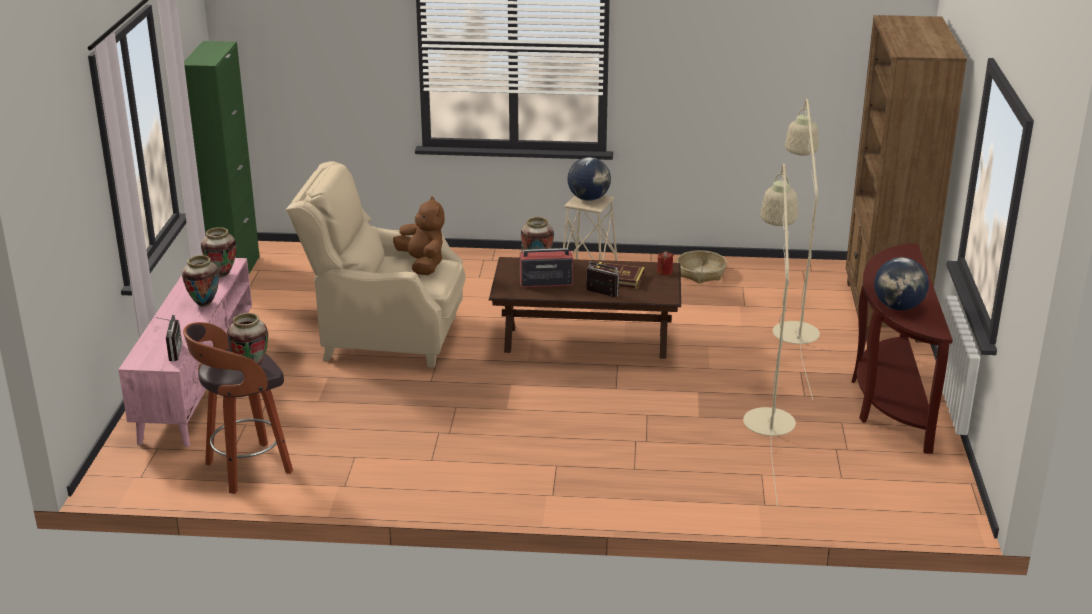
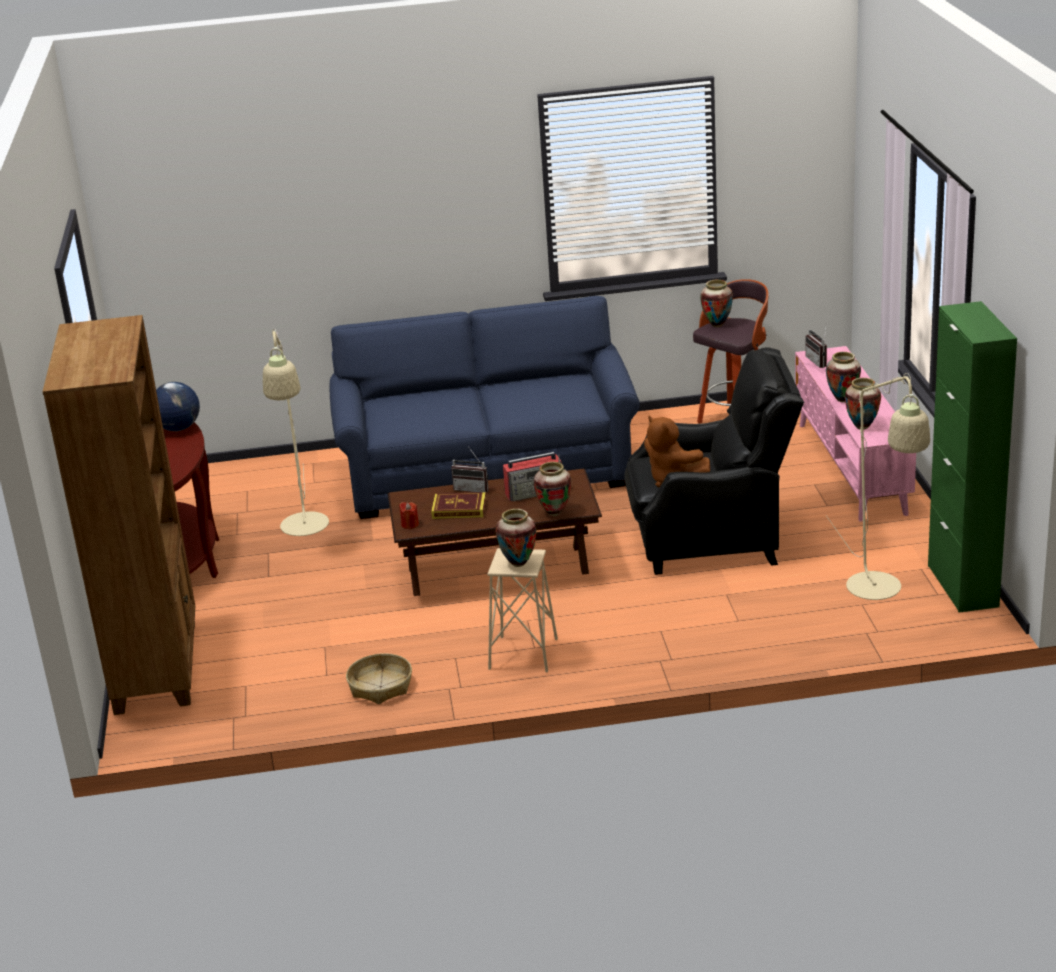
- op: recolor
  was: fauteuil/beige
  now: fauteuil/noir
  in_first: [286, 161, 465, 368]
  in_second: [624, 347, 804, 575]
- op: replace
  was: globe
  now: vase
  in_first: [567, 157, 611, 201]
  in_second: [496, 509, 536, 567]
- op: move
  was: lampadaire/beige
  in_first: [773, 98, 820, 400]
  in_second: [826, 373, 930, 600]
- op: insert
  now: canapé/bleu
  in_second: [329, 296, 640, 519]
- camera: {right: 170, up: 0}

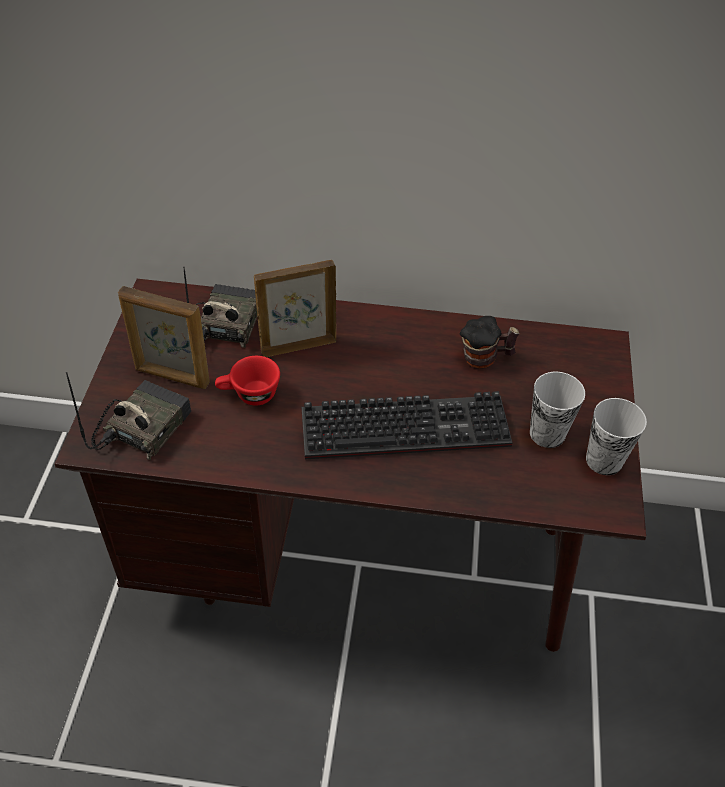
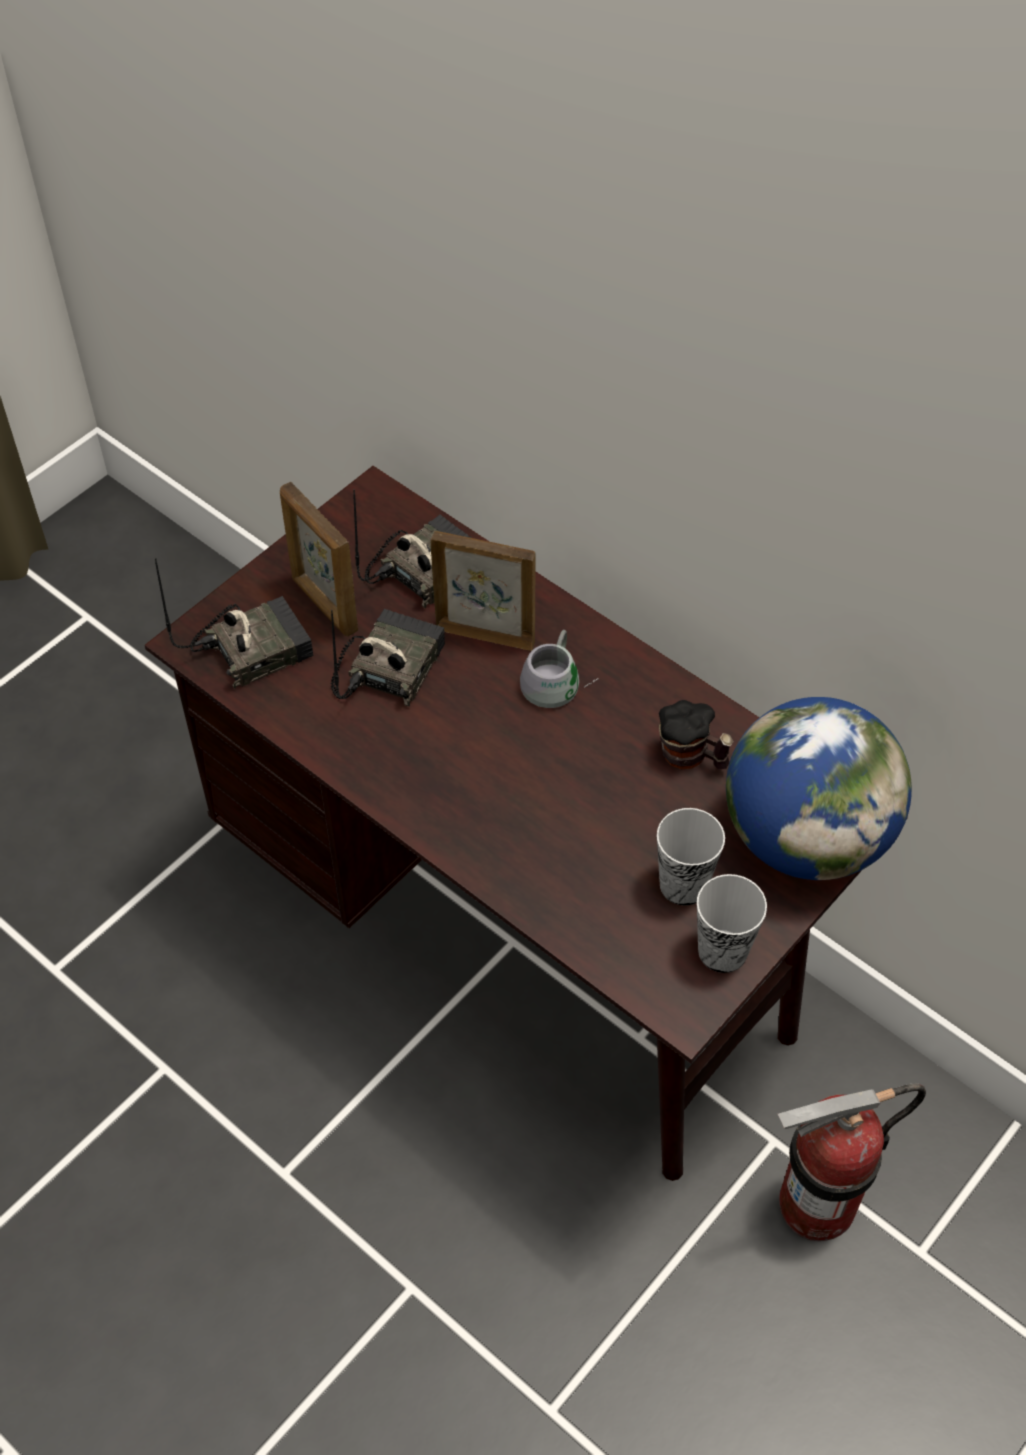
- op: replace
  was: tasse/rouge
  now: radio
  in_first: [215, 356, 280, 406]
  in_second: [331, 609, 445, 707]
- op: delete
  was: clavier
  in_first: [302, 391, 512, 460]
- op: insert
  now: mug/gris
  in_second: [520, 630, 598, 708]
- op: insert
  now: globe
  in_second: [726, 697, 912, 880]
- op: insert
  now: extincteur
  in_second: [778, 1083, 926, 1241]
- camera: {right: 35, up: 5}

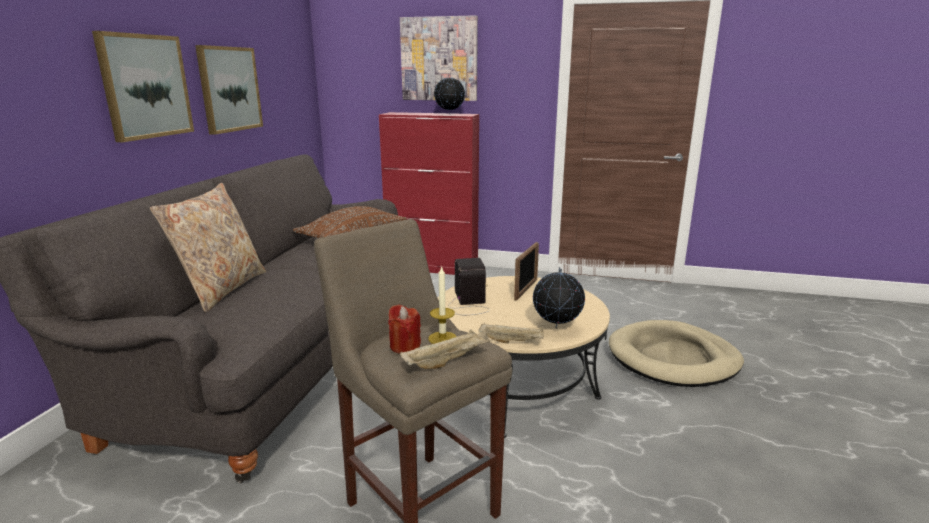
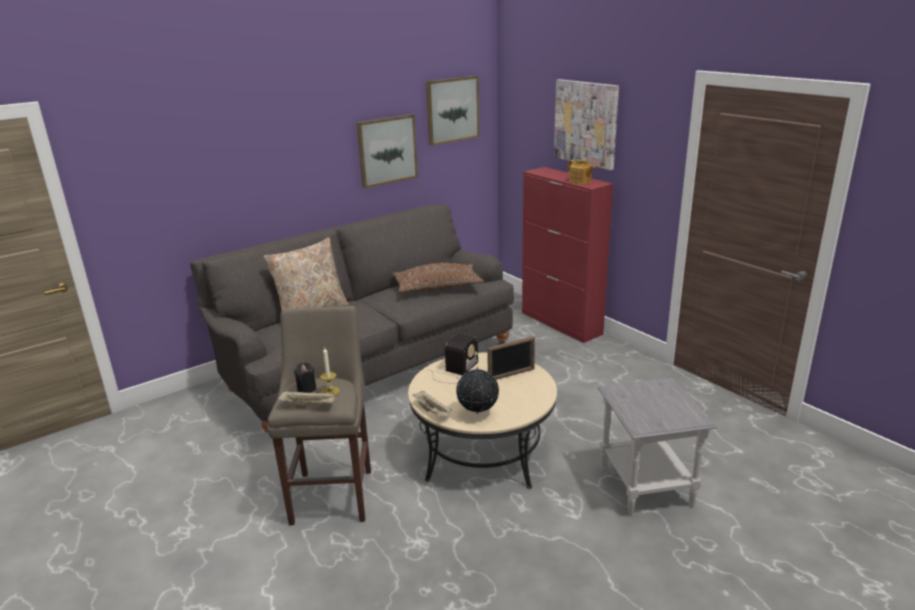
- op: move
  was: tableau
  in_first: [92, 31, 194, 142]
  in_second: [426, 75, 480, 146]
- op: recolor
  was: bougie/rouge
  now: bougie/noir
  in_first: [388, 304, 421, 354]
  in_second: [294, 362, 316, 393]
- op: replace
  was: globe
  now: théière
  in_first: [434, 73, 465, 115]
  in_second: [568, 160, 595, 184]
- op: replace
  was: panier pour chien/beige
  now: table d'appoint/gris
  in_first: [609, 320, 744, 387]
  in_second: [598, 378, 717, 516]
- camera: {right: 40, up: 5}

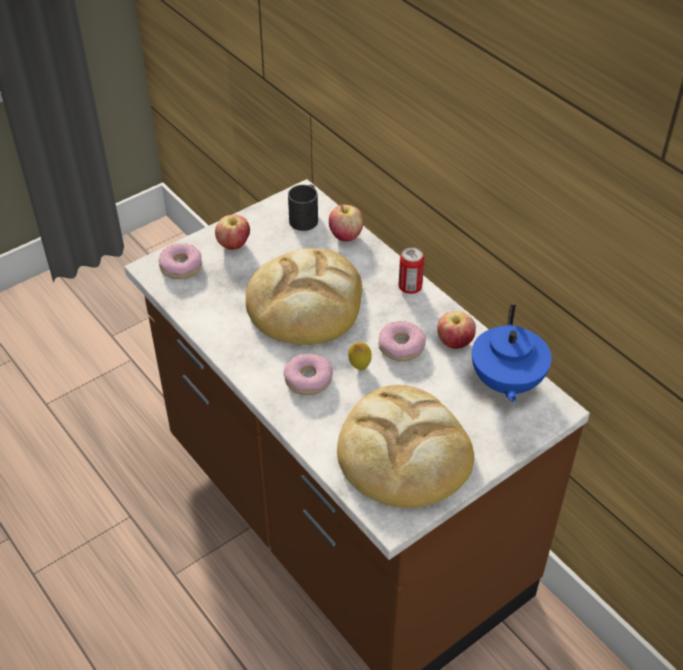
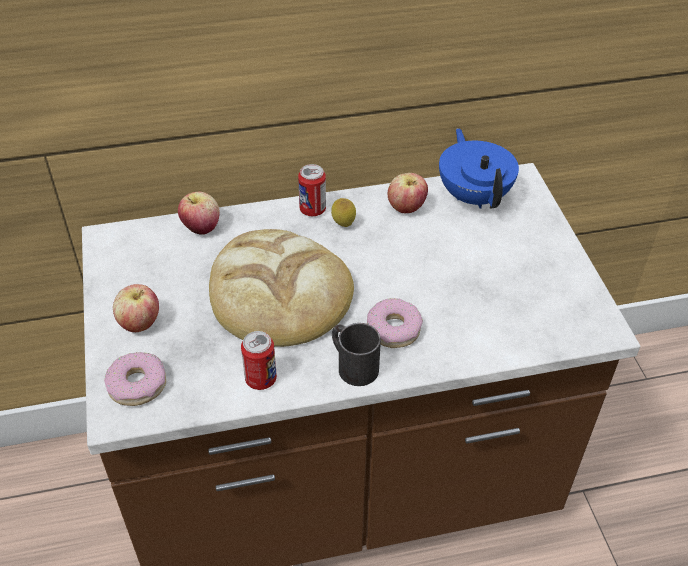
- op: move
  was: mug/noir
  in_first: [288, 184, 318, 231]
  in_second: [332, 323, 381, 386]
- op: delete
  was: pain
  in_first: [337, 385, 474, 508]
- op: move
  was: citron
  in_first: [348, 342, 372, 370]
  in_second: [331, 198, 356, 227]
- op: delete
  was: beignet
  in_first: [378, 321, 426, 361]
- op: rotate
  was: théière/bleu
  in_first: [472, 304, 552, 402]
  in_second: [439, 128, 519, 209]
  clockwise: -135
- op: insert
  now: boîte métallique
  in_second: [241, 331, 277, 390]
- camera: {right: -65, up: 0}

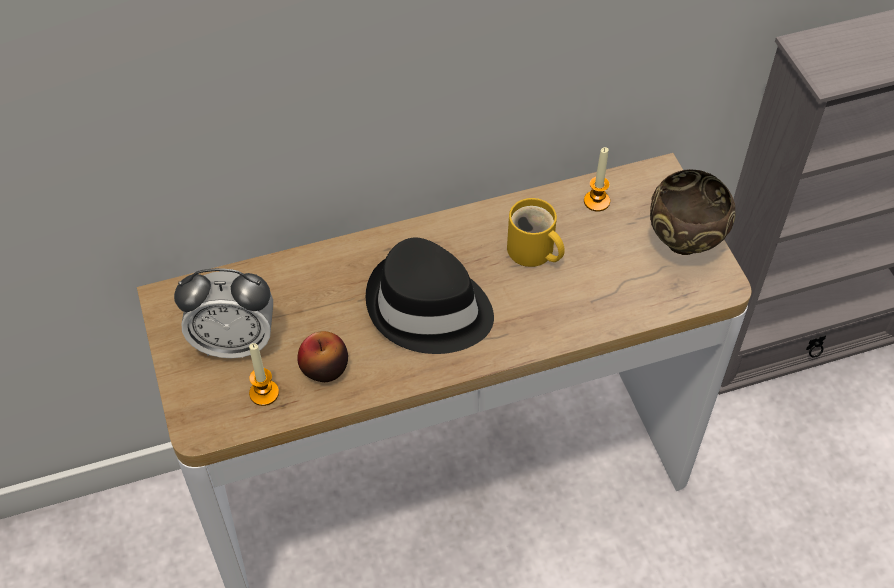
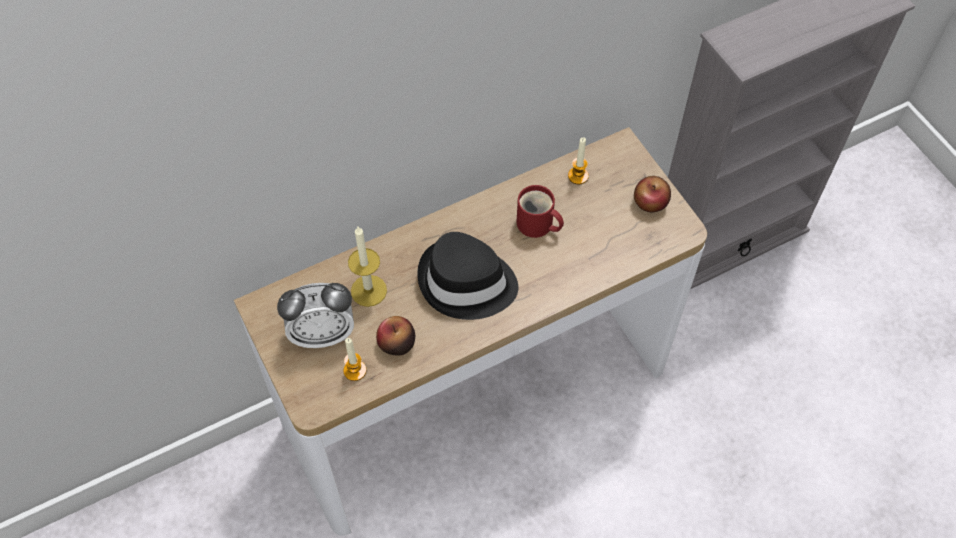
- op: recolor
  was: mug/jaune
  now: mug/rouge
  in_first: [507, 198, 565, 267]
  in_second: [517, 185, 564, 238]
- op: replace
  was: bol/marron
  now: pomme
  in_first: [650, 169, 736, 255]
  in_second: [634, 176, 671, 212]
- op: insert
  now: bougie
  in_second: [348, 227, 387, 307]
- camera: {right: -10, up: 5}

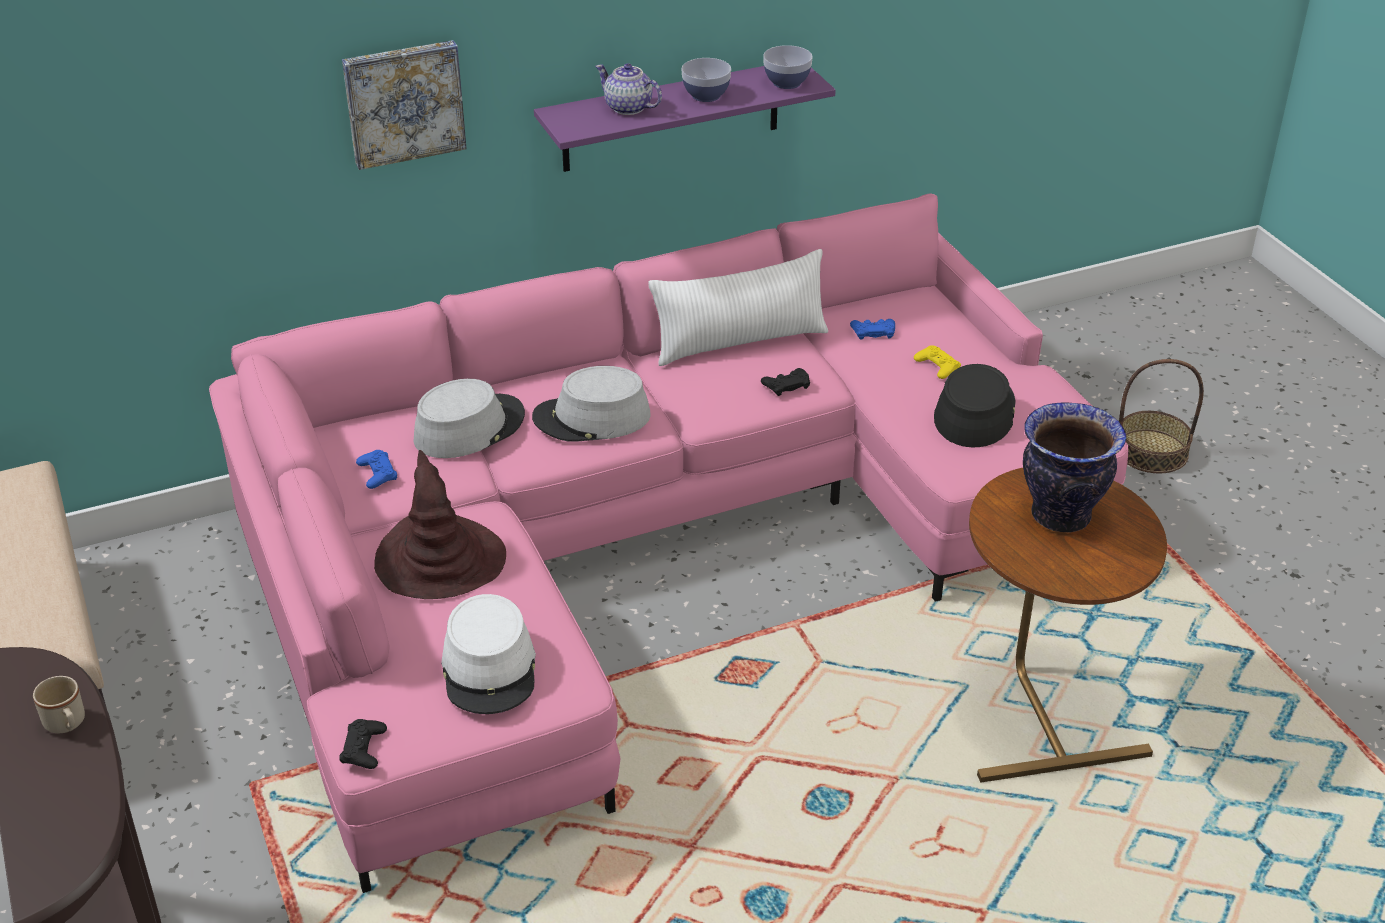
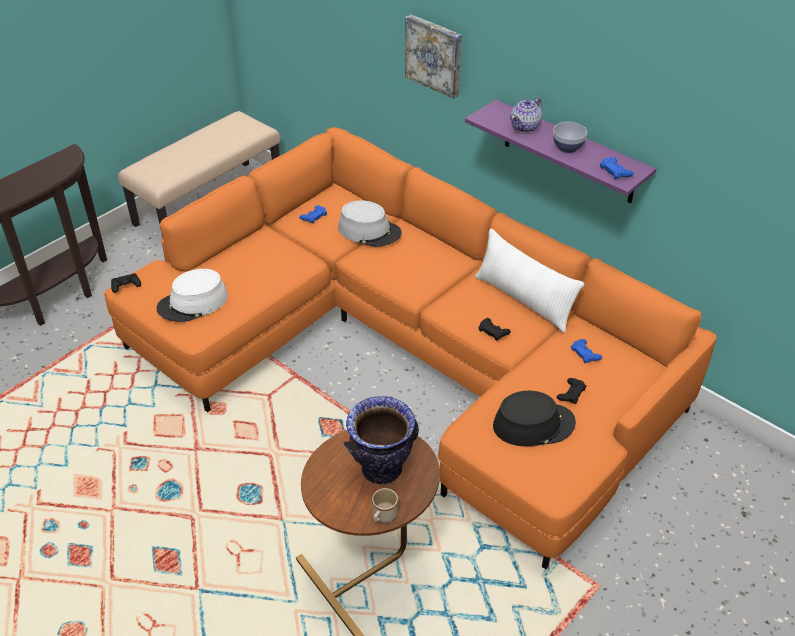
- op: move
  was: mug/beige
  in_first: [33, 676, 85, 733]
  in_second: [372, 488, 398, 523]
- op: recolor
  was: canapé/rose
  now: canapé/orange
  in_first: [209, 193, 1128, 893]
  in_second: [104, 127, 717, 569]
- op: delete
  was: chapeau/marron
  in_first: [374, 450, 506, 599]
- op: delete
  was: chapeau/gris
  in_first: [532, 366, 651, 441]
- op: rotate
  was: théière
  in_first: [595, 63, 662, 115]
  in_second: [510, 98, 542, 133]
  clockwise: -150
- op: replace
  was: bol
  now: manette/bleu
  in_first: [763, 45, 813, 89]
  in_second: [600, 157, 633, 179]
- op: recolor
  was: manette/jaune
  now: manette/noir
  in_first: [914, 345, 961, 379]
  in_second: [557, 378, 587, 404]
- op: delete
  was: panier
  in_first: [1119, 359, 1204, 474]
- camera: {right: 65, up: 5}

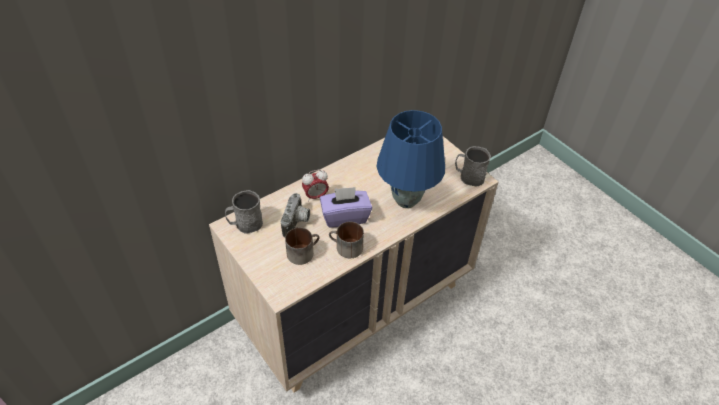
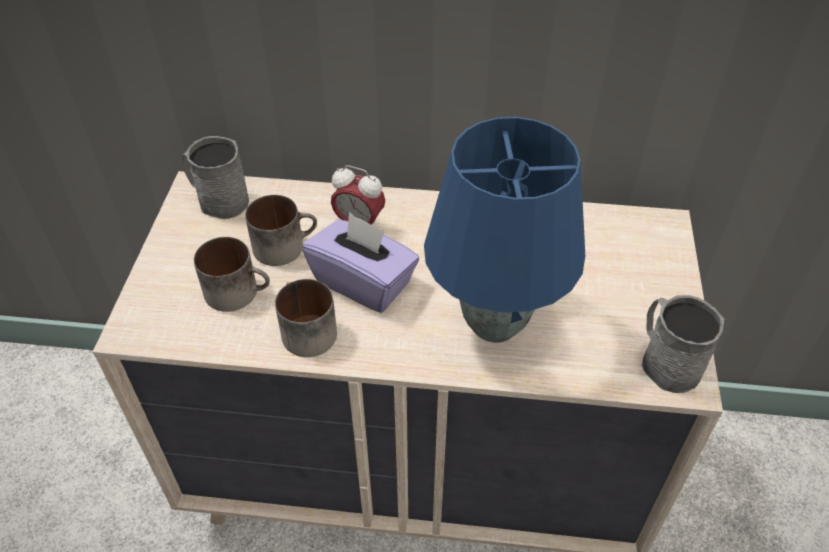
- op: replace
  was: appareil photo
  now: mug
  in_first: [281, 193, 310, 238]
  in_second: [245, 195, 317, 266]
- camera: {right: 45, up: 0}

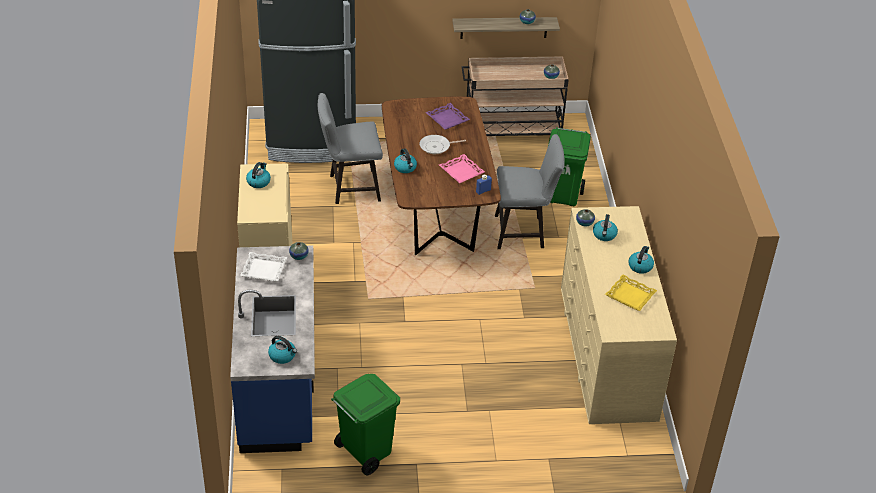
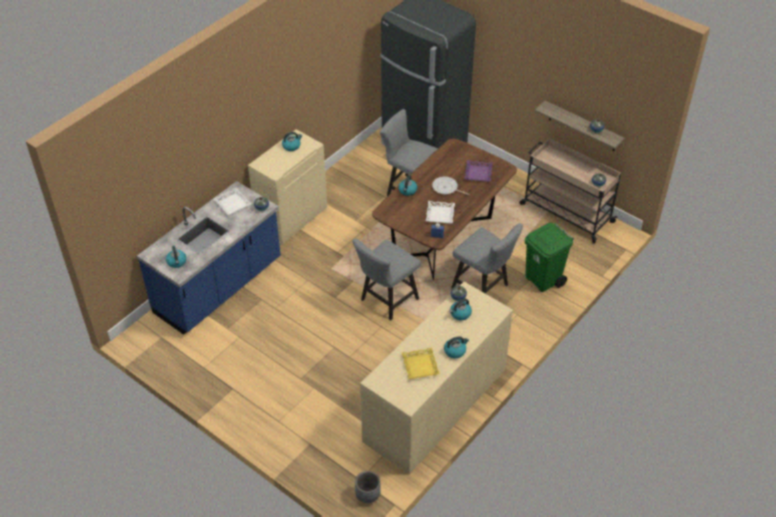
- op: delete
  was: poubelle/vert
  in_first: [332, 374, 400, 475]
- op: recolor
  was: plateau/rose
  now: plateau/blanc
  in_first: [439, 154, 485, 183]
  in_second: [426, 201, 455, 223]
- op: insert
  now: chaise/gris
  in_second: [352, 239, 421, 320]
- op: insert
  now: cache-pot/gris
  in_second: [355, 471, 381, 503]
- camera: {right: 45, up: 5}

